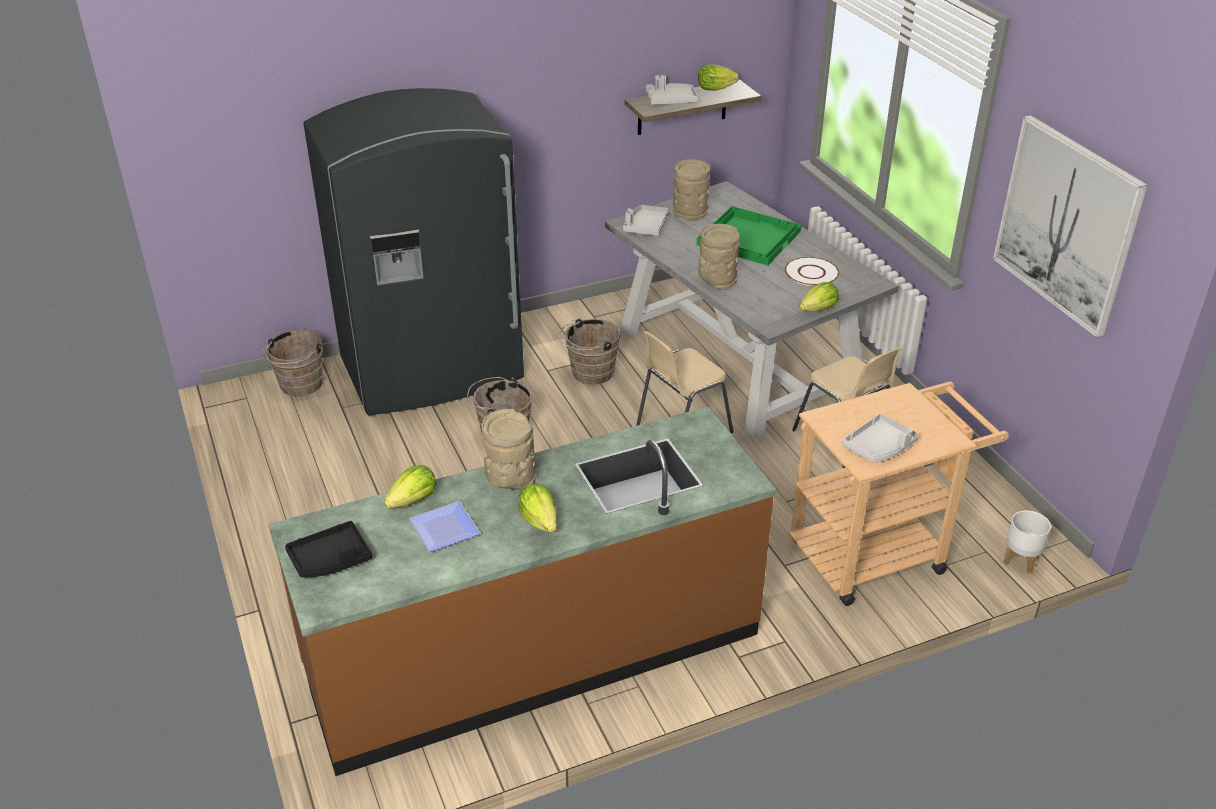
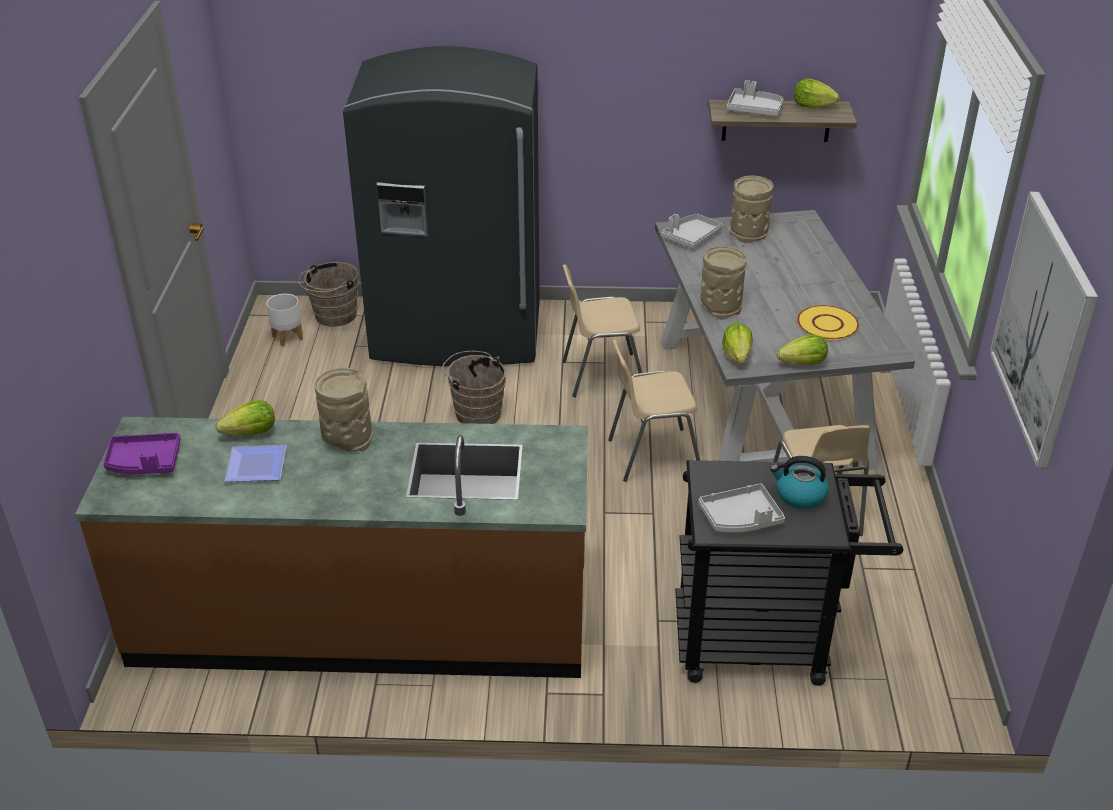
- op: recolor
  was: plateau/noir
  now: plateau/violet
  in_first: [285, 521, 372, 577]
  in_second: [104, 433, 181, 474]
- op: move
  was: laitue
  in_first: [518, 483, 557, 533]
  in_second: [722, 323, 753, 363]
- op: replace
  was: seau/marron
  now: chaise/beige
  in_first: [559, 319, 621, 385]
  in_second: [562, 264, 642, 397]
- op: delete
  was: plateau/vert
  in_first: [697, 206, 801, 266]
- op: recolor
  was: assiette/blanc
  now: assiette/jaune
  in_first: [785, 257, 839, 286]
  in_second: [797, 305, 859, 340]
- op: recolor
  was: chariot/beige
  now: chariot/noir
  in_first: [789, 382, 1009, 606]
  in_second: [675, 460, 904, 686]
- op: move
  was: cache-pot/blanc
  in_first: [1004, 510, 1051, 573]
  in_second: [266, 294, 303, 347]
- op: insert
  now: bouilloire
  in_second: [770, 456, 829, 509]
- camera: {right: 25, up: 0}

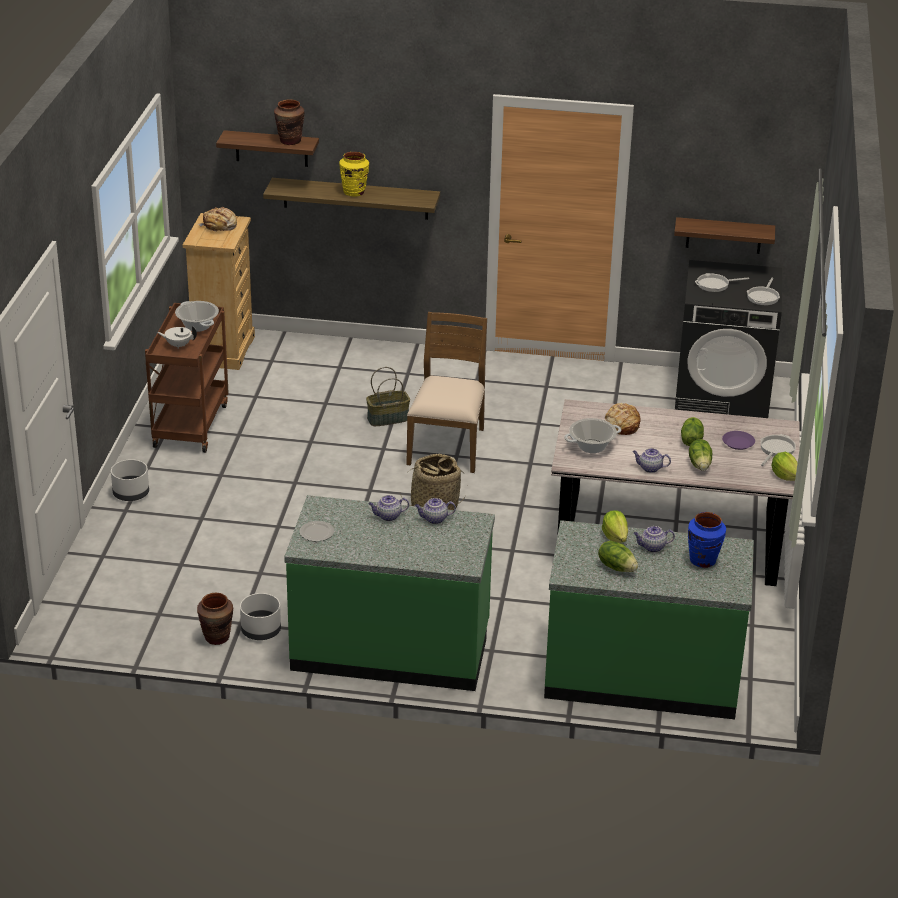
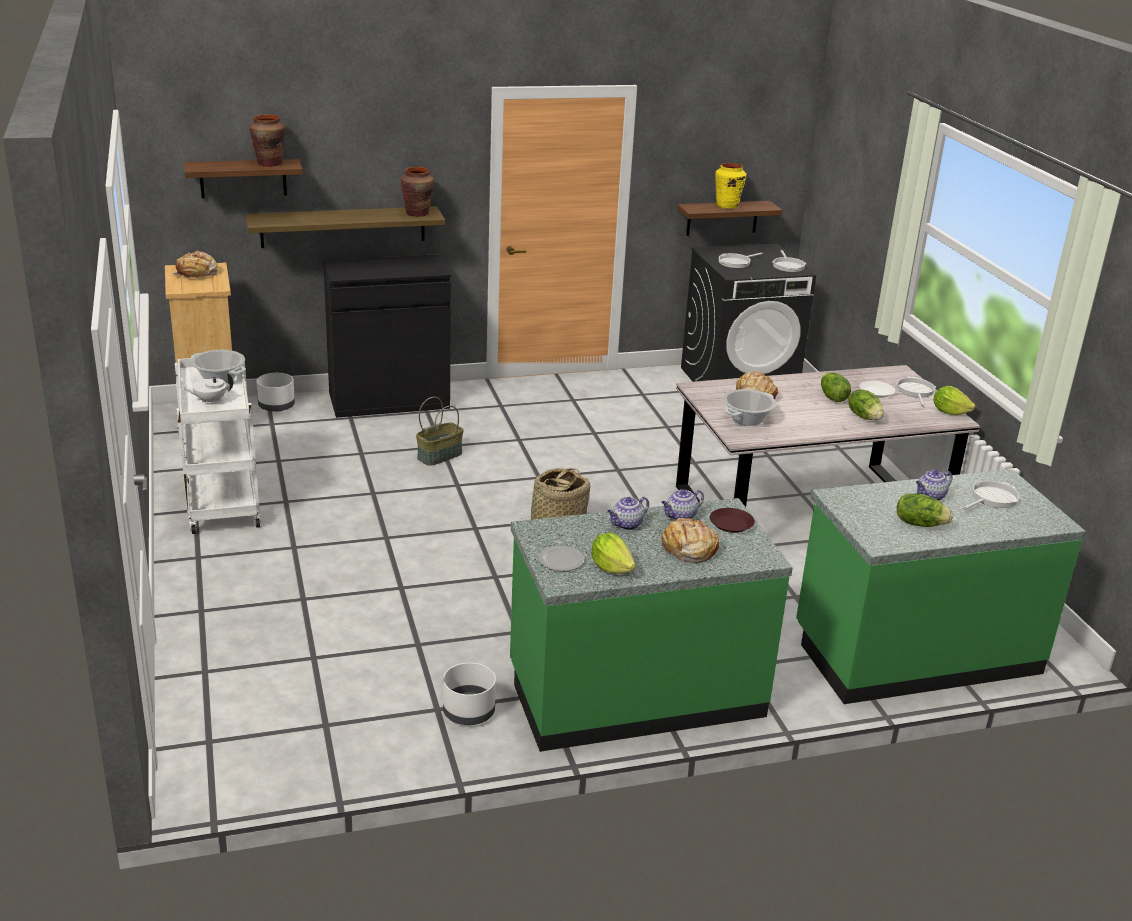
- op: move
  was: cache-pot/blanc
  in_first: [111, 459, 149, 501]
  in_second: [256, 373, 295, 412]
- op: recolor
  was: chariot/marron
  now: chariot/blanc
  in_first: [145, 303, 229, 453]
  in_second: [175, 358, 261, 534]
- op: move
  was: vase/marron
  in_first: [197, 593, 233, 645]
  in_second: [400, 167, 434, 217]
- op: move
  was: vase/jaune
  in_first: [339, 152, 369, 197]
  in_second: [715, 163, 746, 209]
- op: delete
  was: chaise/marron
  in_first: [406, 312, 487, 473]
- op: move
  was: laitue
  in_first: [602, 511, 628, 543]
  in_second: [591, 532, 636, 574]
- op: delete
  was: théière
  in_first: [633, 448, 671, 473]
- op: replace
  was: vase/bleu
  now: poêle
  in_first: [688, 512, 726, 568]
  in_second: [962, 481, 1020, 510]
- op: recolor
  was: assiette/violet
  now: assiette/blanc
  in_first: [722, 431, 755, 450]
  in_second: [860, 381, 895, 398]
- op: insert
  now: meuble de rangement/noir
  in_second: [323, 255, 451, 418]
- op: insert
  now: pain
  in_second: [661, 518, 719, 563]
- op: insert
  now: assiette/marron
  in_second: [710, 508, 755, 533]
- camera: {right: -25, up: -5}

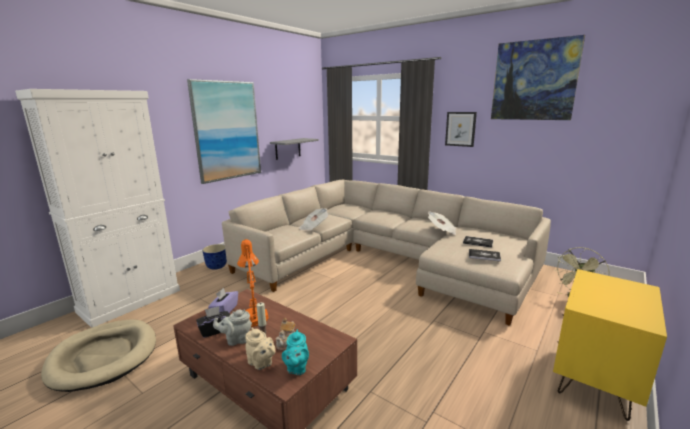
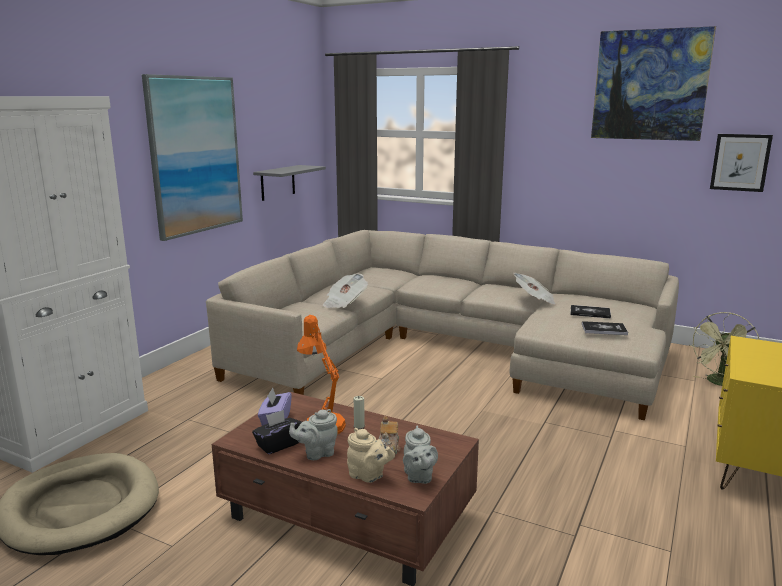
- op: delete
  was: cache-pot
  in_first: [202, 244, 227, 270]
- op: recolor
  was: théière/turquoise
  now: théière/gris
  in_first: [282, 329, 309, 375]
  in_second: [403, 425, 438, 484]
- op: move
  was: tableau
  in_first: [445, 112, 477, 147]
  in_second: [710, 134, 773, 192]
- camera: {right: -10, up: 0}

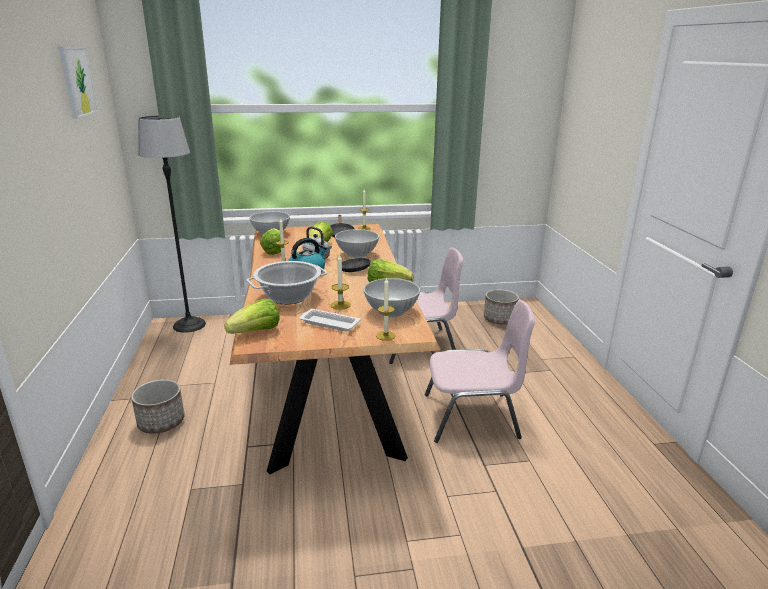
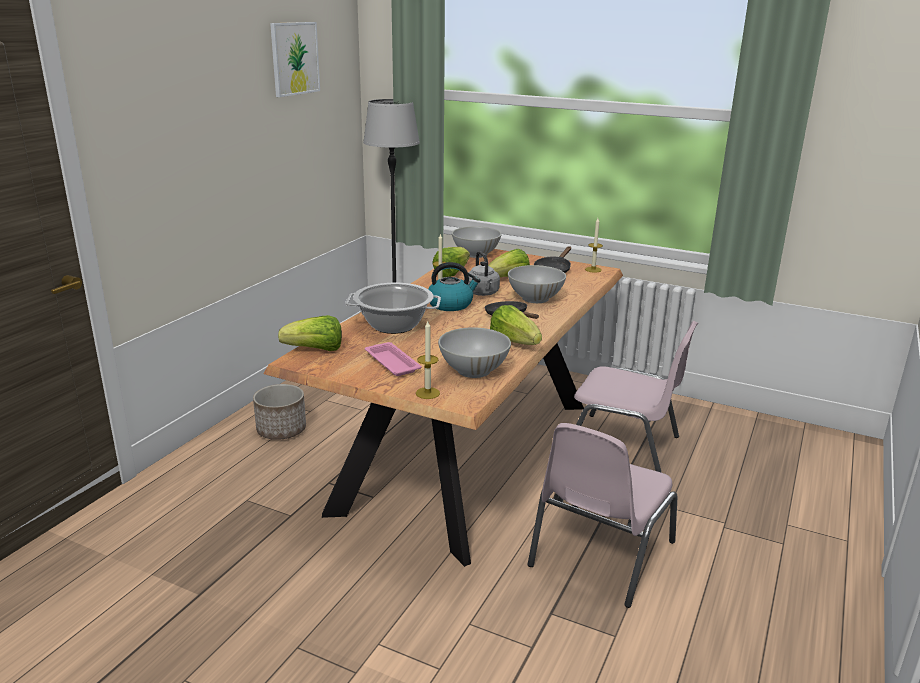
- op: recolor
  was: plateau/blanc
  now: plateau/rose
  in_first: [299, 309, 361, 331]
  in_second: [365, 342, 422, 376]
- op: delete
  was: bougie
  in_first: [331, 254, 351, 310]
- op: rotate
  was: chaise/rose
  in_first: [425, 300, 535, 443]
  in_second: [528, 423, 677, 608]
  clockwise: 90
- op: delete
  was: cache-pot
  in_first: [484, 289, 519, 325]
- camera: {right: 35, up: 0}

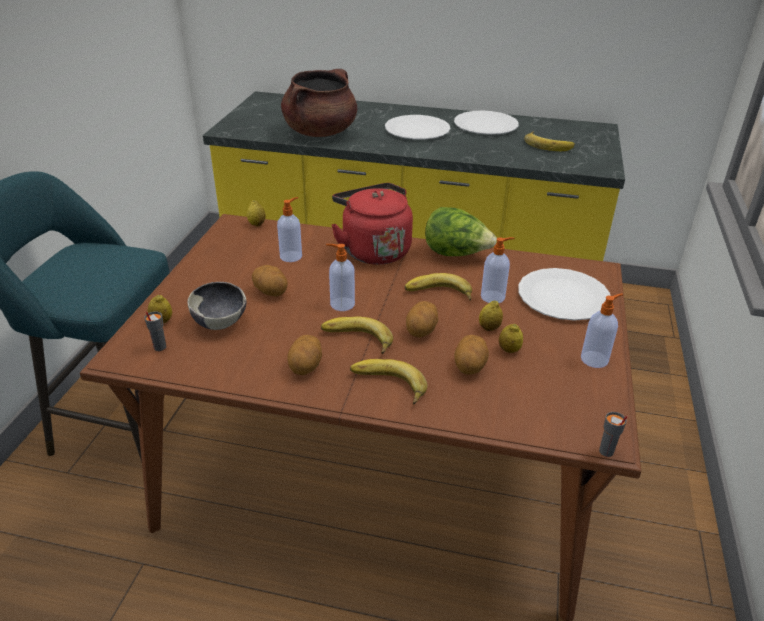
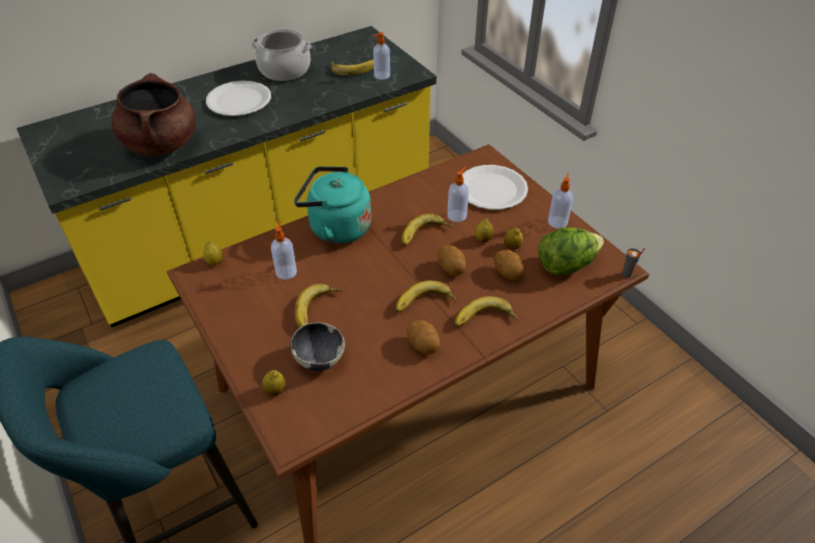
- op: delete
  was: tasse/gris
  in_first: [145, 311, 166, 351]
- op: replace
  was: pomme de terre
  now: banane
  in_first: [252, 265, 288, 297]
  in_second: [295, 284, 342, 328]
- op: move
  was: distributeur de savon
  in_first: [326, 244, 355, 311]
  in_second: [372, 32, 390, 80]
- op: recolor
  was: bouilloire/rouge
  now: bouilloire/turquoise
  in_first: [331, 183, 413, 265]
  in_second: [294, 166, 371, 244]
- op: move
  was: laitue
  in_first: [425, 207, 497, 256]
  in_second: [538, 227, 604, 275]
- op: replace
  was: assiette/blanc
  now: marmite
  in_first: [454, 111, 519, 135]
  in_second: [251, 29, 311, 81]
- camera: {right: -45, up: 10}

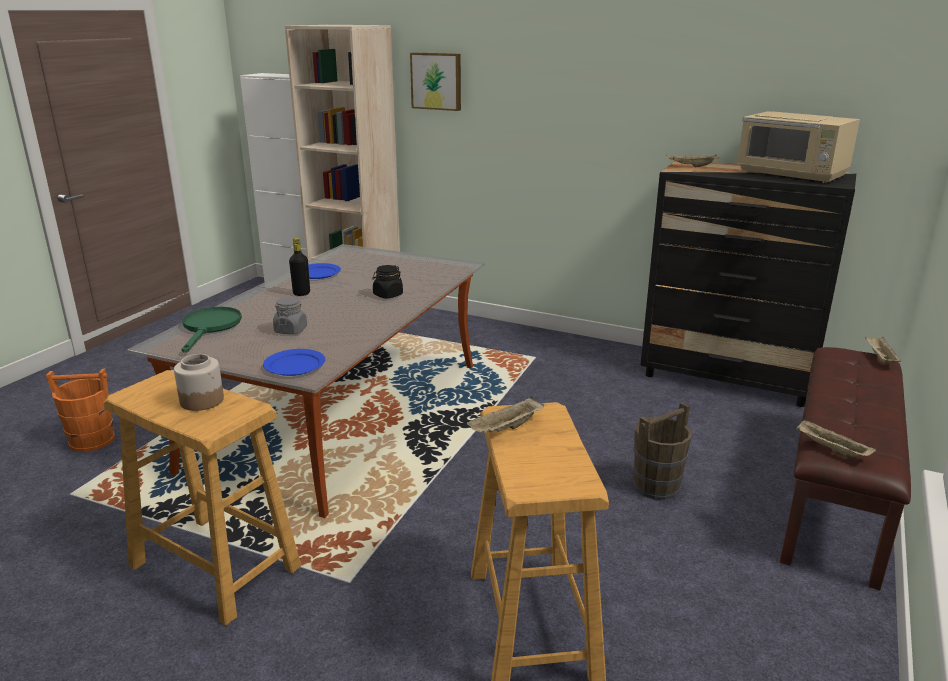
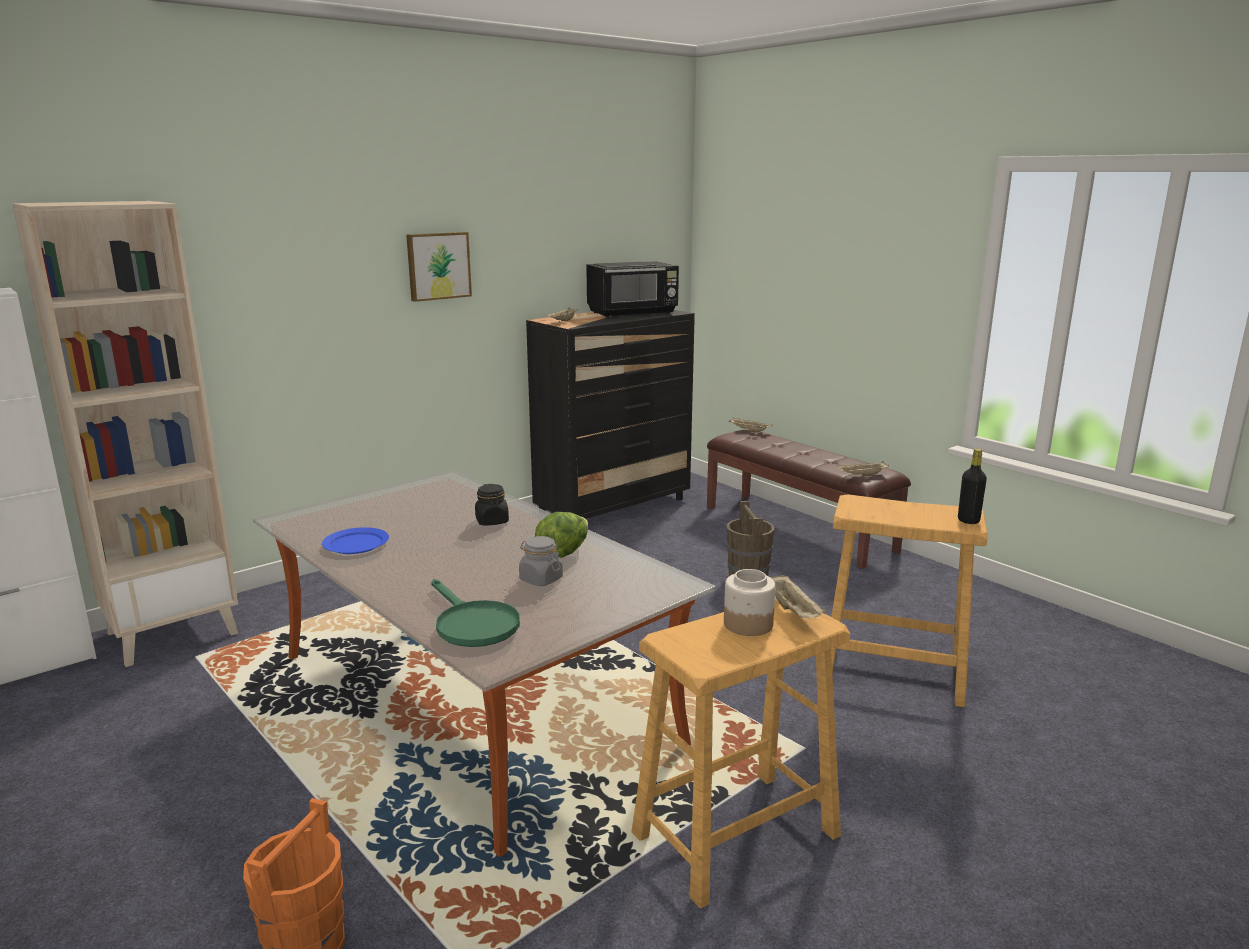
- op: rotate
  was: poêle/vert
  in_first: [182, 307, 242, 353]
  in_second: [431, 579, 520, 647]
  clockwise: -150
- op: delete
  was: assiette/bleu
  in_first: [263, 349, 325, 376]
- op: move
  was: bouteille/noir
  in_first: [289, 238, 310, 296]
  in_second: [958, 449, 987, 524]
- op: move
  was: tableau
  in_first: [410, 53, 461, 111]
  in_second: [406, 232, 472, 302]
- op: move
  was: plateau/beige
  in_first: [467, 396, 544, 434]
  in_second: [767, 574, 825, 618]
- op: recolor
  was: micro-ondes/beige
  now: micro-ondes/noir
  in_first: [737, 111, 860, 183]
  in_second: [586, 261, 679, 318]
- op: insert
  now: laitue
  in_second: [535, 512, 588, 558]
- camera: {right: -65, up: -5}

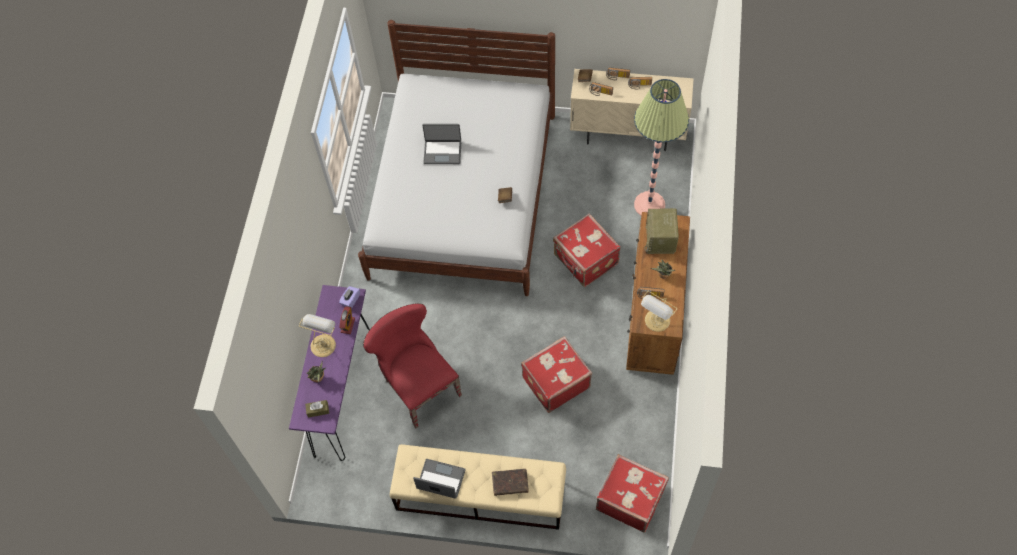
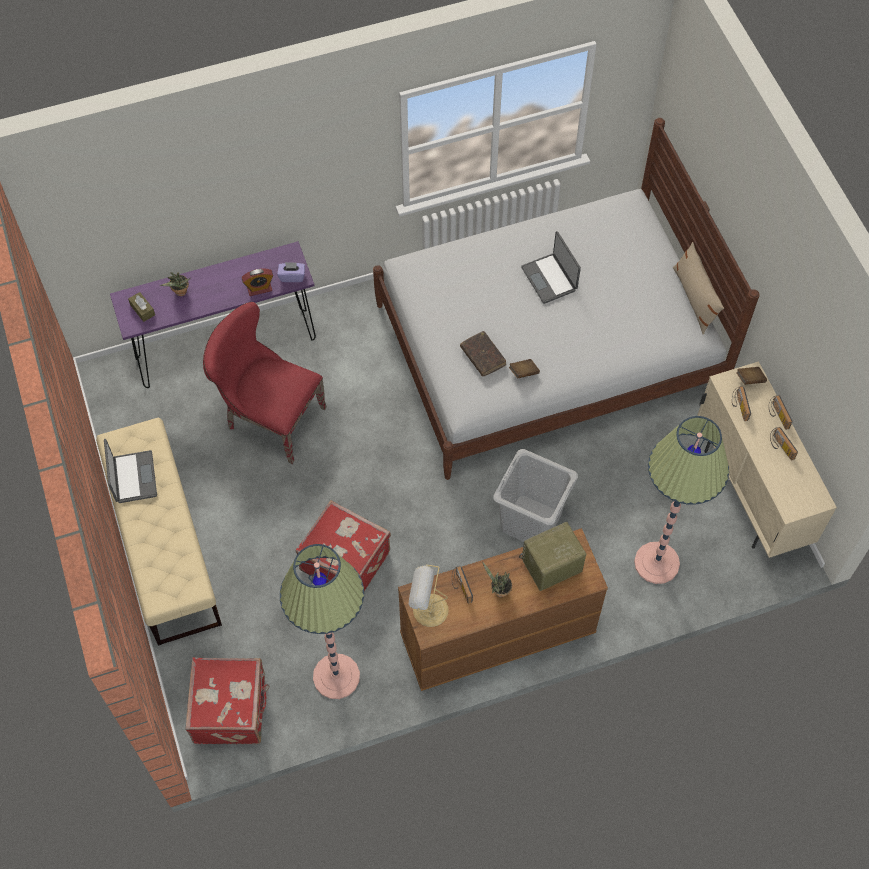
- op: delete
  was: lampe de table
  in_first: [299, 314, 336, 357]
- op: rotate
  was: chaise/rouge
  in_first: [363, 303, 462, 428]
  in_second: [203, 302, 326, 464]
  clockwise: -90
- op: move
  was: livre/marron
  in_first: [492, 469, 529, 496]
  in_second: [460, 331, 506, 377]
- op: replace
  was: valise/rouge
  now: panier à linge/gris
  in_first: [553, 214, 621, 287]
  in_second: [493, 449, 578, 542]
- op: insert
  now: lampadaire
  in_second: [280, 544, 364, 699]
- op: insert
  now: coussin/beige
  in_second: [673, 242, 724, 335]
- camera: {right: 60, up: 0}

